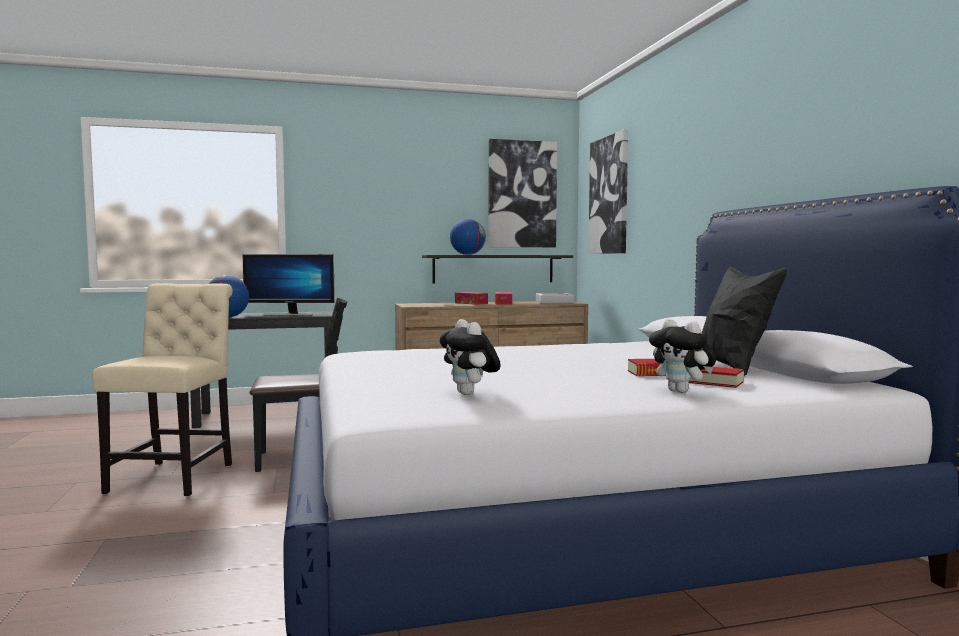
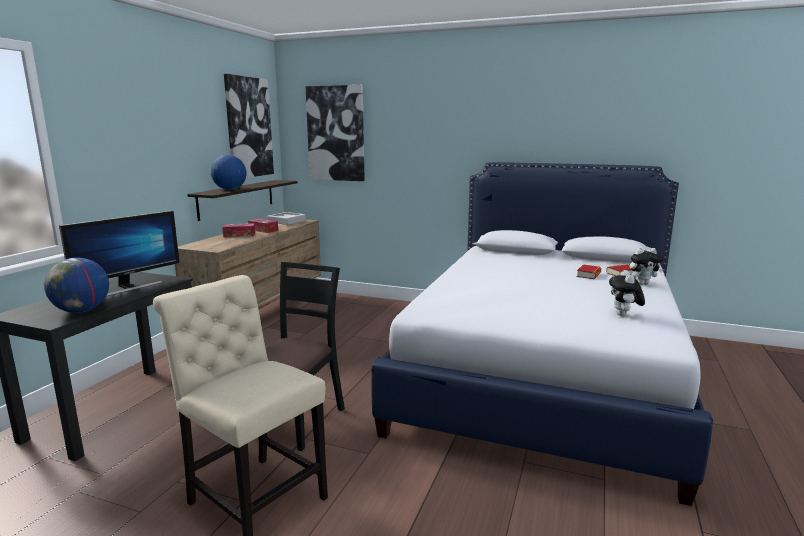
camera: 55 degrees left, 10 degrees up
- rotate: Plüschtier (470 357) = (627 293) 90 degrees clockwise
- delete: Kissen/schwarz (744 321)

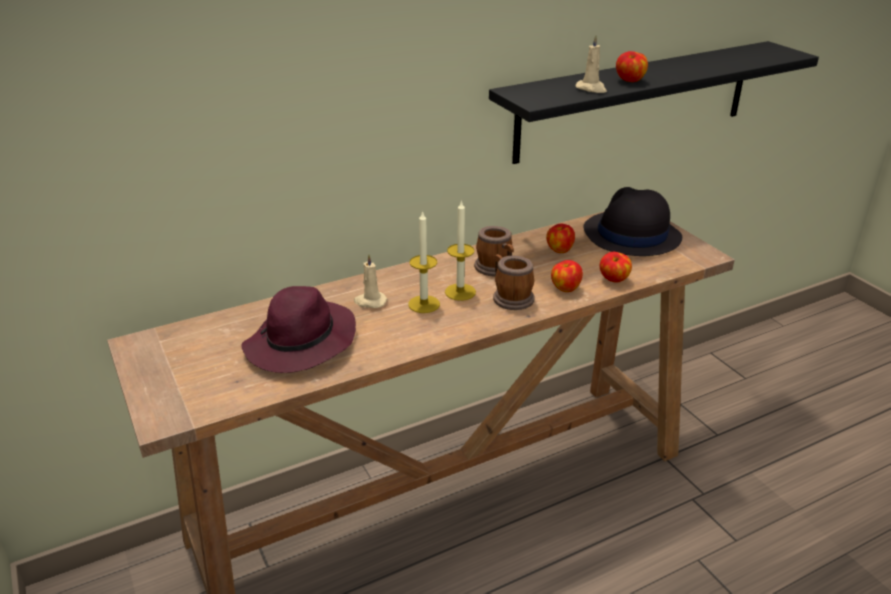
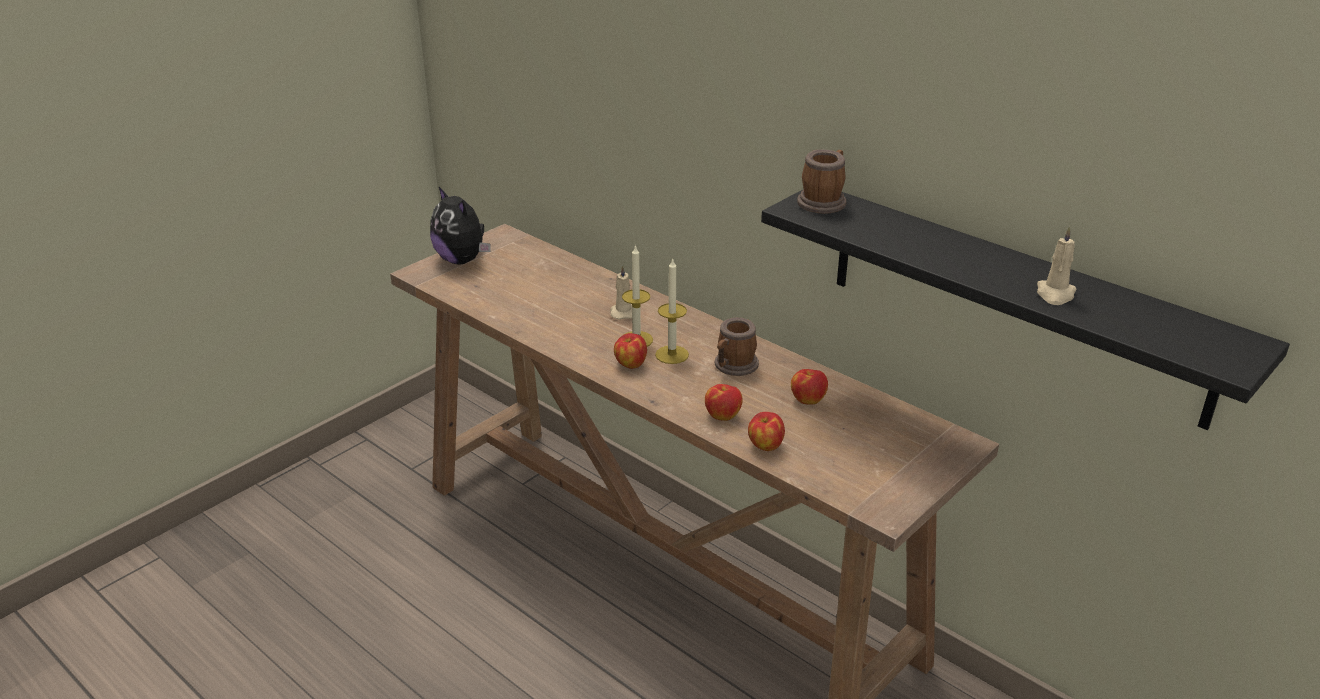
camera: 70 degrees right, 0 degrees up
- insert: Plüschtier (460 225)
- move: Apfel (632 66) to (630 351)
- move: Henkelbecher (514 282) to (821 181)
- move: Kerze/beige (591 64) to (1057 265)
- delete: Hut/lila (298 329)
- delete: Hut/schwarz (632 221)

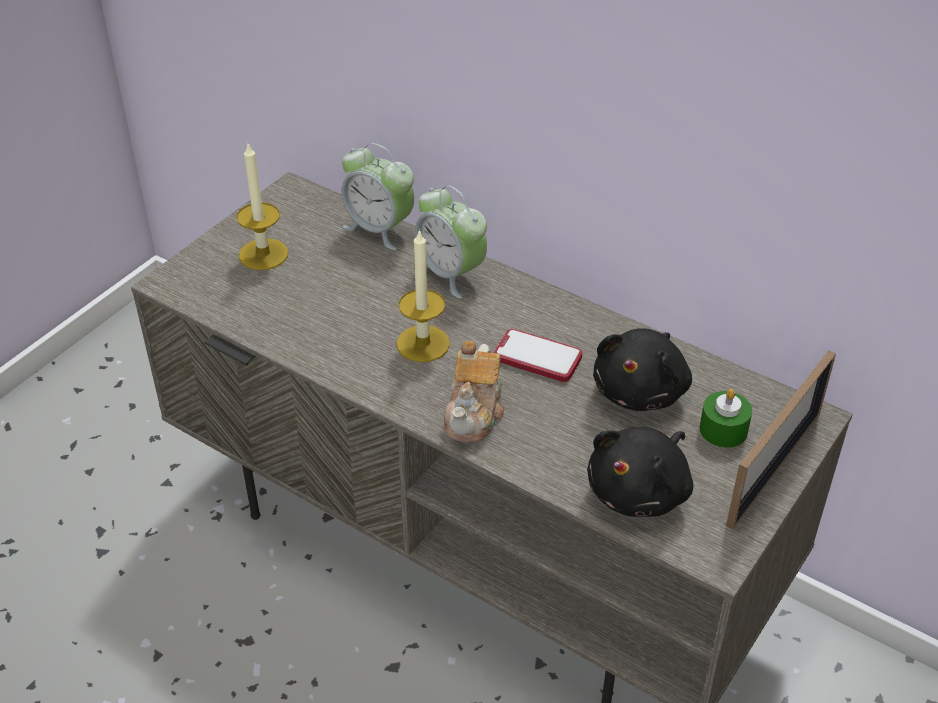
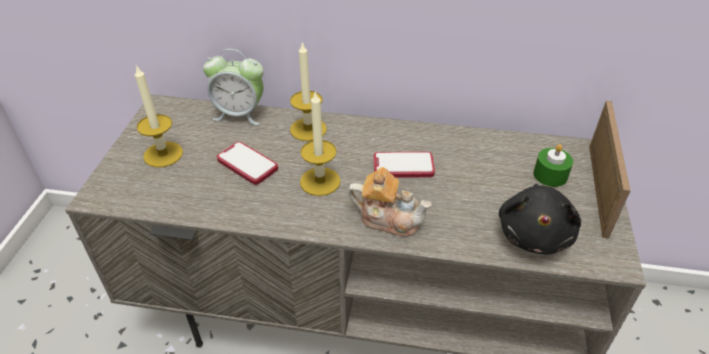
camera: 25 degrees left, 0 degrees up
- insert: Handy (247 163)
- replace: Wecker (451 242) to Kerze (308 91)
- rotate: Teekanne (474 392) = (390 201) 60 degrees counterclockwise
- delete: Plüschtier/schwarz (642 369)

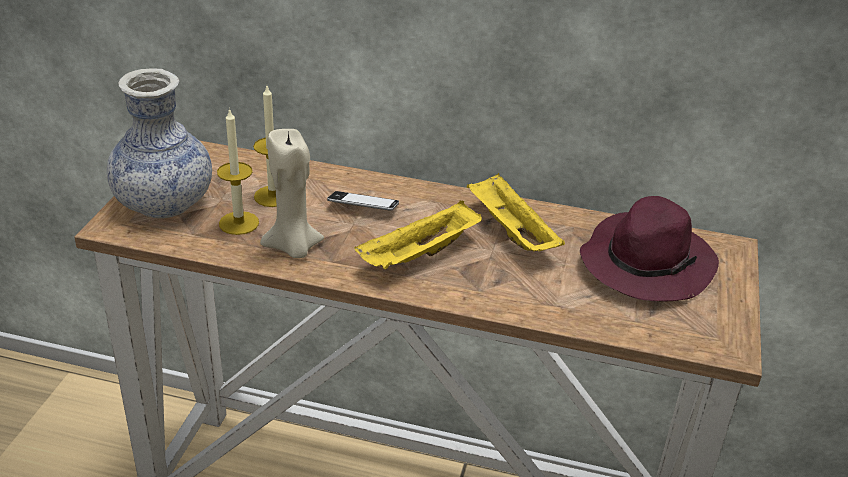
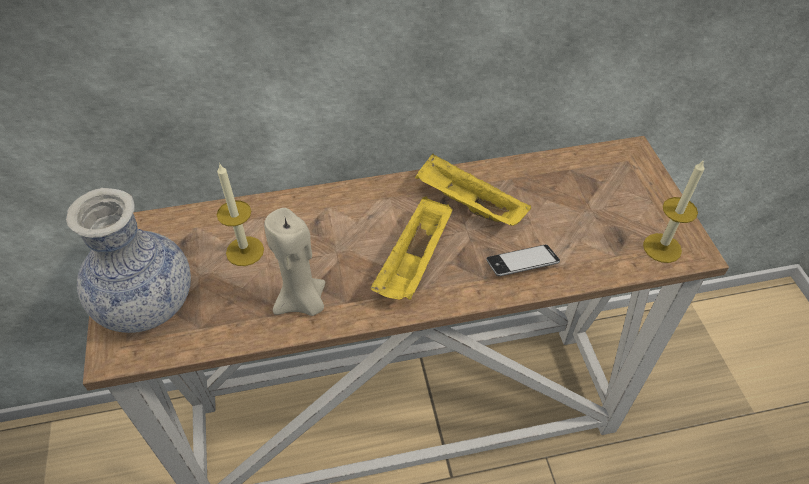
camera: 25 degrees left, 15 degrees up
- move: Handy (363 201) to (523 260)
- move: Kerze (238 171) to (674 211)
- delete: Hut/lila (649 248)

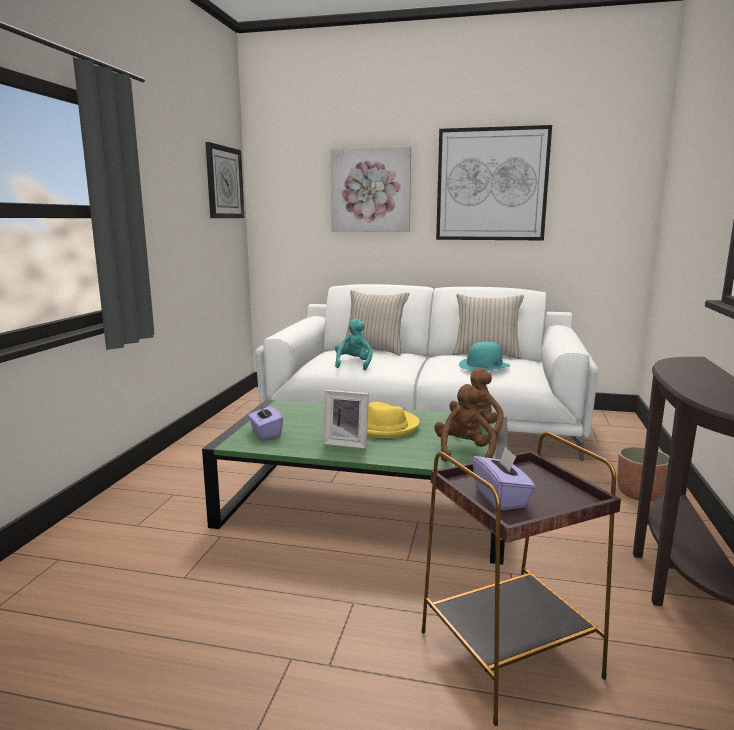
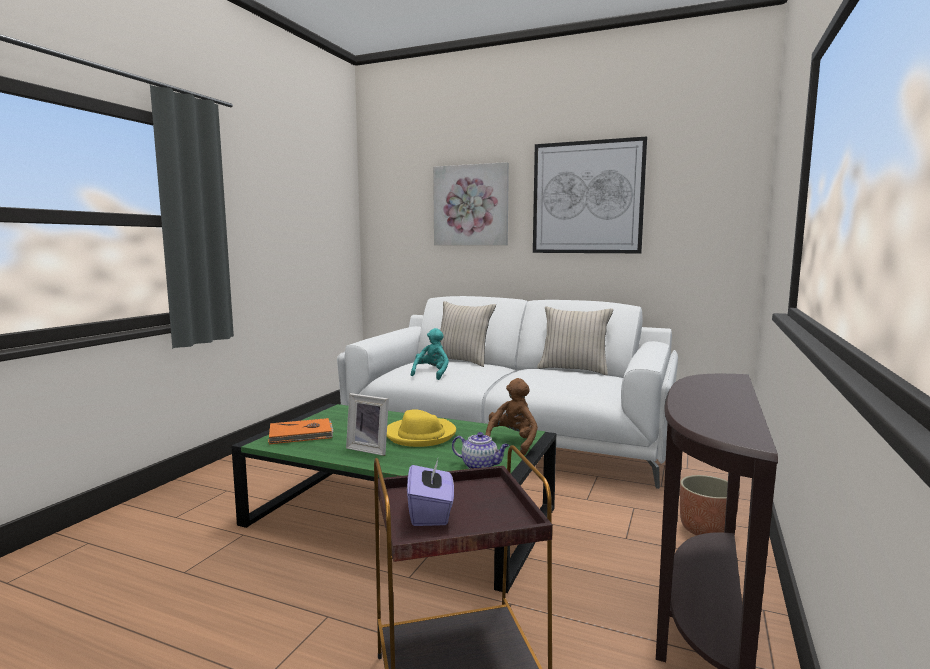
camera: 10 degrees right, 5 degrees down
- replace: Taschentuchbox/lila (265 421) to Buch/orange (300 431)
- replace: Plüschtier/braun (465 423) to Teekanne (480 450)
- delete: Wanduhr (224 180)
- delete: Hut/türkis (484 356)

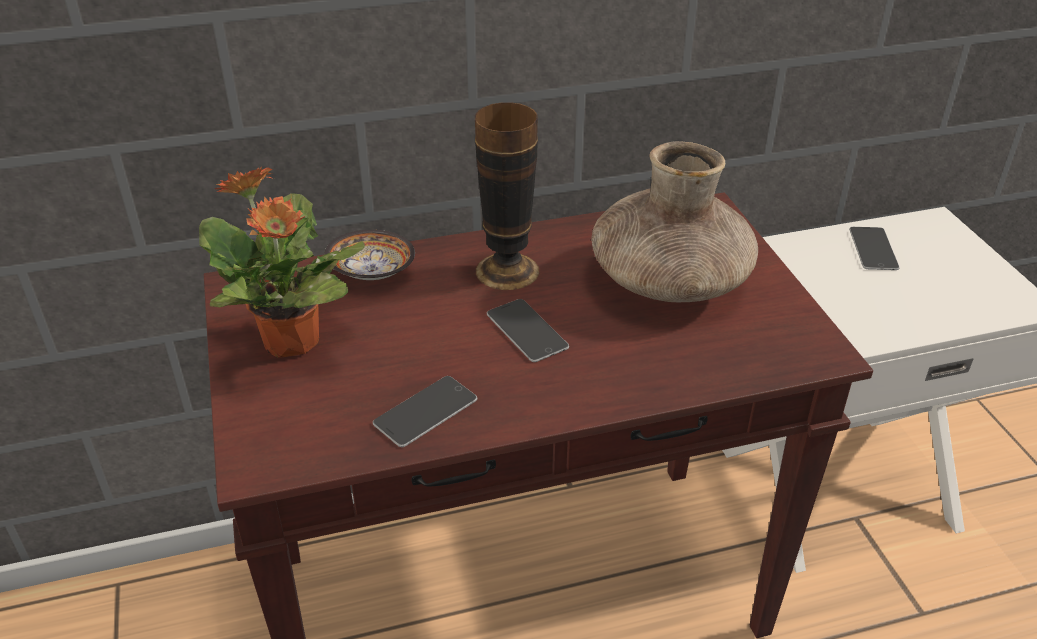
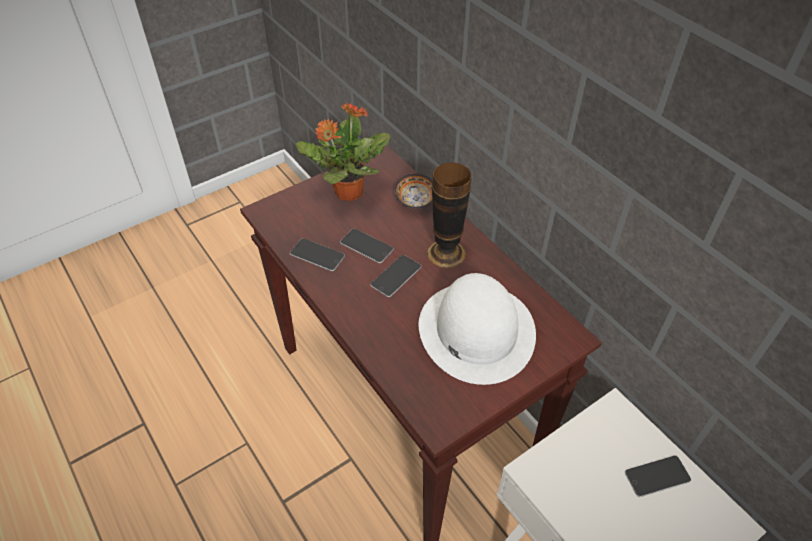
camera: 70 degrees right, 10 degrees up
- insert: Handy (367 246)
- replace: Vase/braun (674 221) to Hut/weiß (477 329)

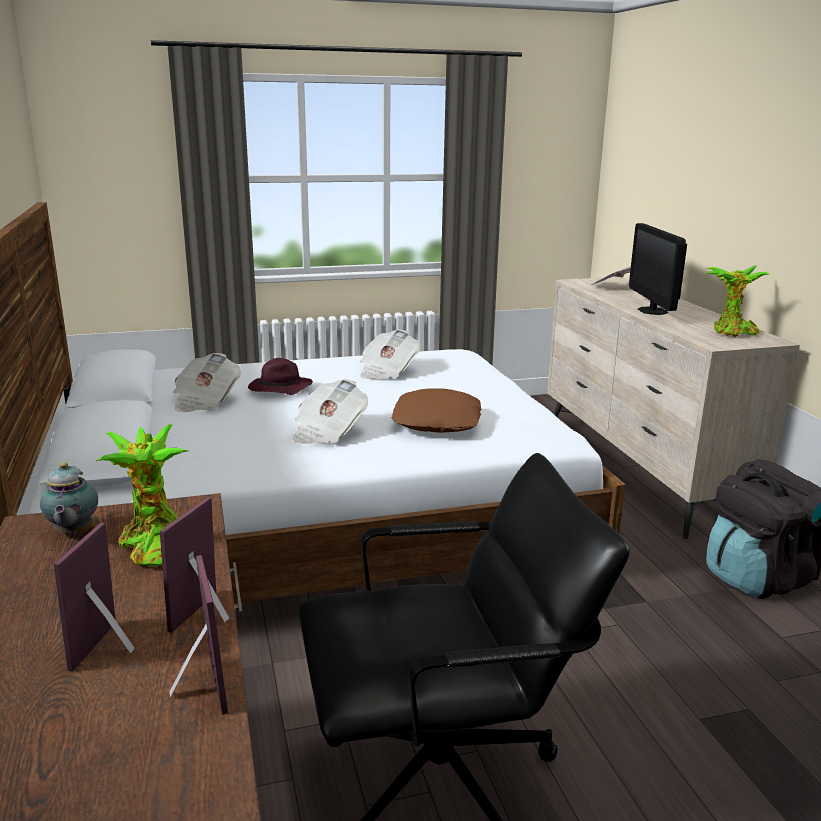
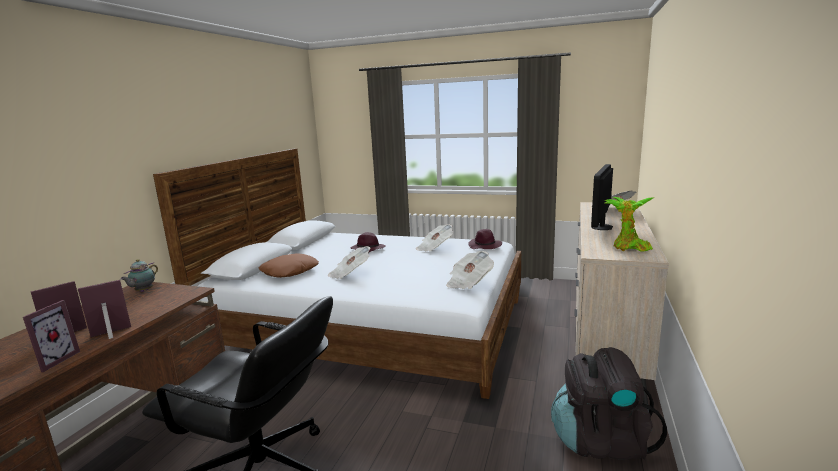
camera: 35 degrees right, 5 degrees down
- move: Kissen/braun (436 410) to (289 265)
- move: Zeitung (207 382) to (470 270)
- insert: Hut/lila (485 239)
- delete: Topfpflanze (142 495)

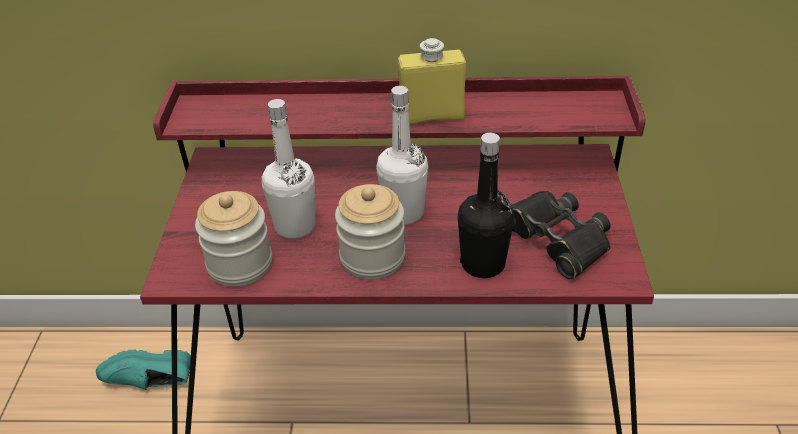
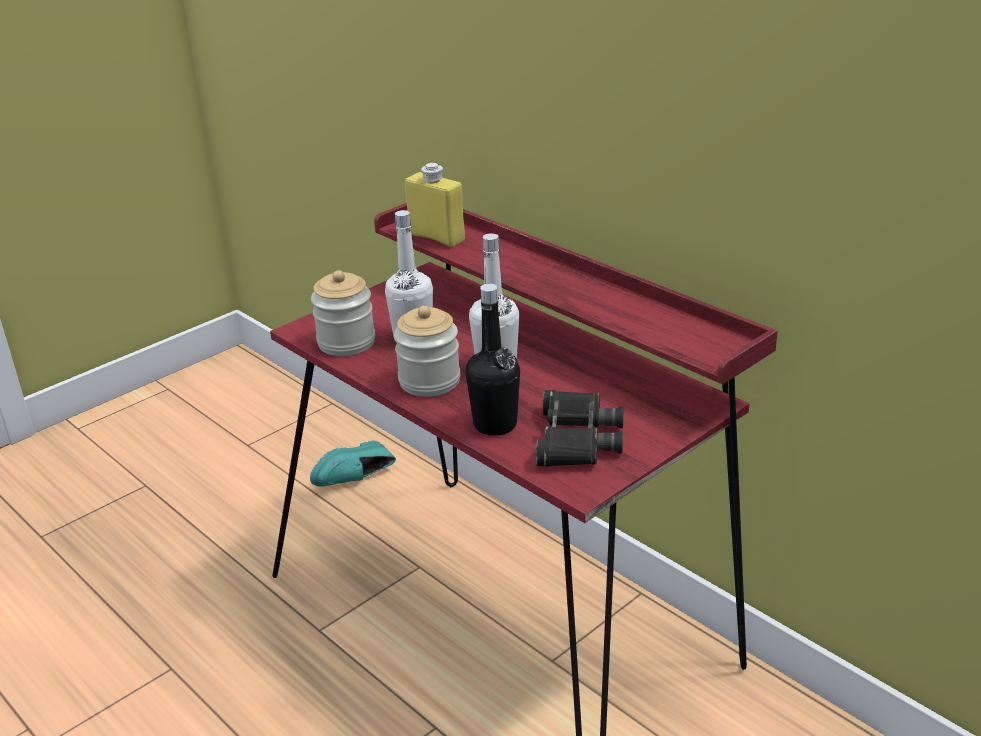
camera: 45 degrees right, 10 degrees down
- rotate: Schuh/türkis (143 369) = (353 464) 75 degrees counterclockwise
- move: Flasche/gelb (432 81) to (435 205)

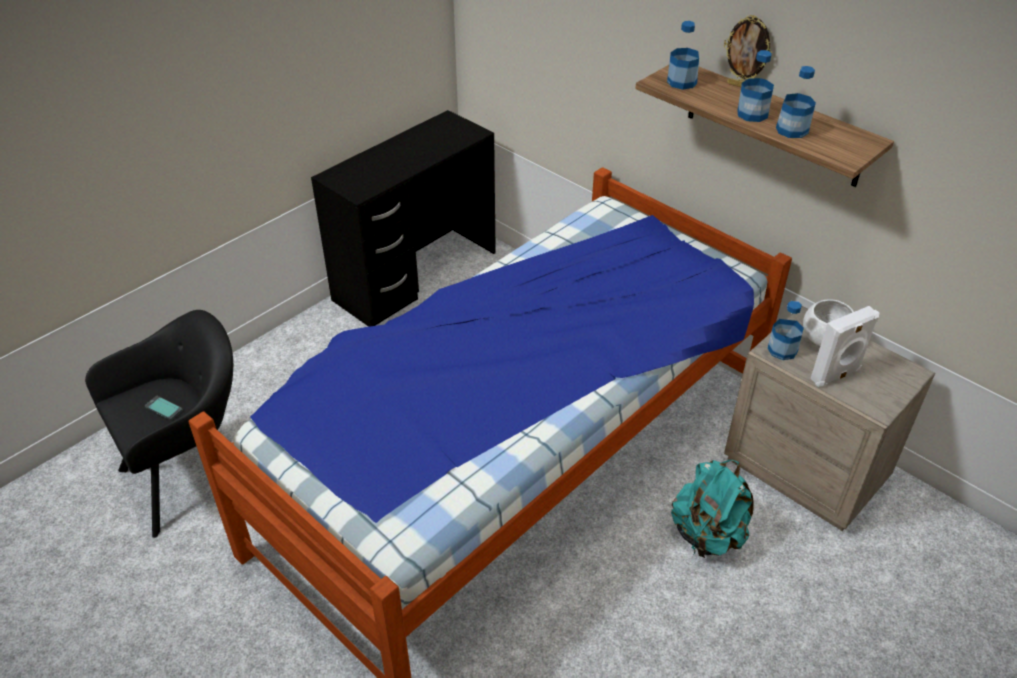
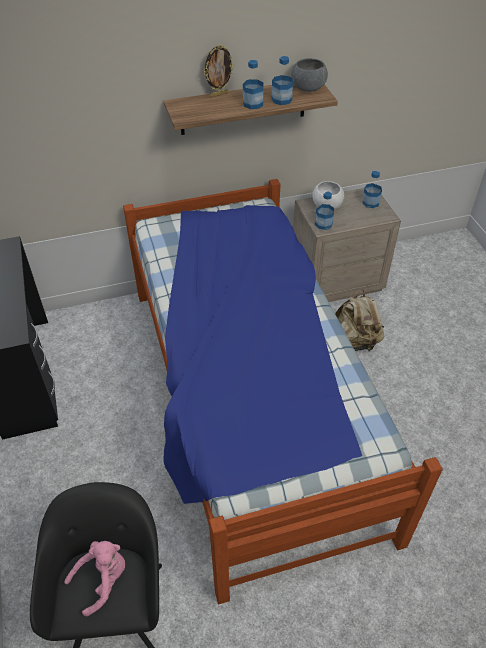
camera: 60 degrees left, 5 degrees up
- replace: Handy (164 408) to Plüschtier/rosa (94 578)
- insert: Schüssel/grau (309 75)
- recolor: Rucksack/türkis (712 509) to Rucksack/beige (359 320)
- move: Flasche (683 55) to (372 189)
- delete: Lautsprecher/weiß (845 346)

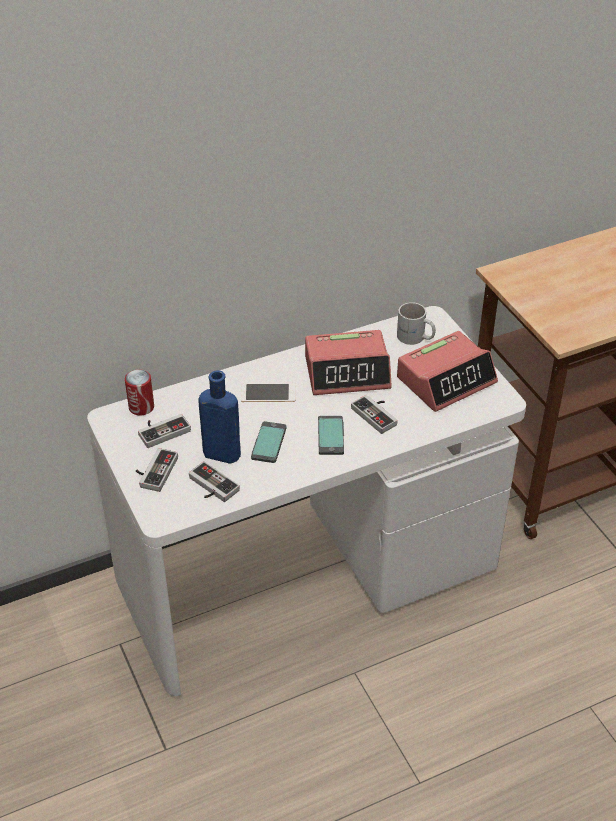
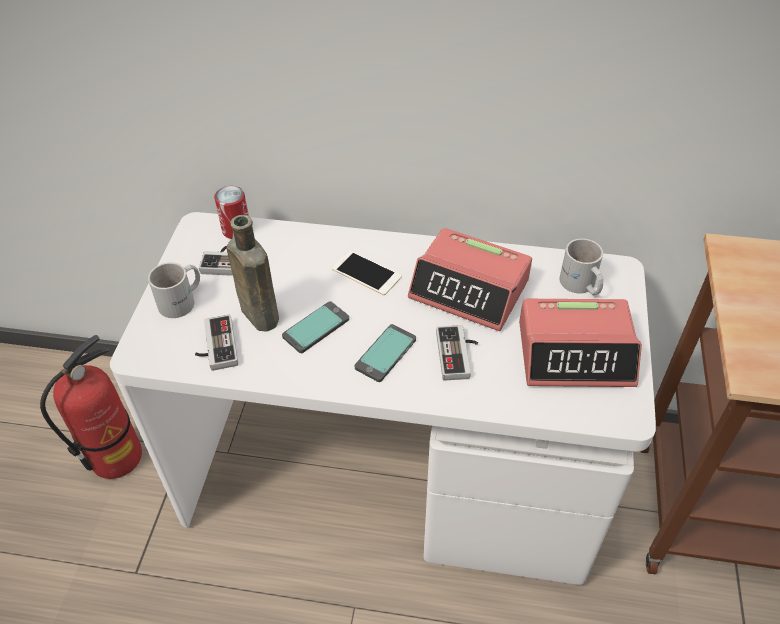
camera: 35 degrees right, 5 degrees up
- insert: Feuerlöscher (91 407)
- replace: Gamepad (157 470) to Henkelbecher/weiß (174 290)
- recolor: Flasche/blau (219 417) to Flasche/braun (253 273)

